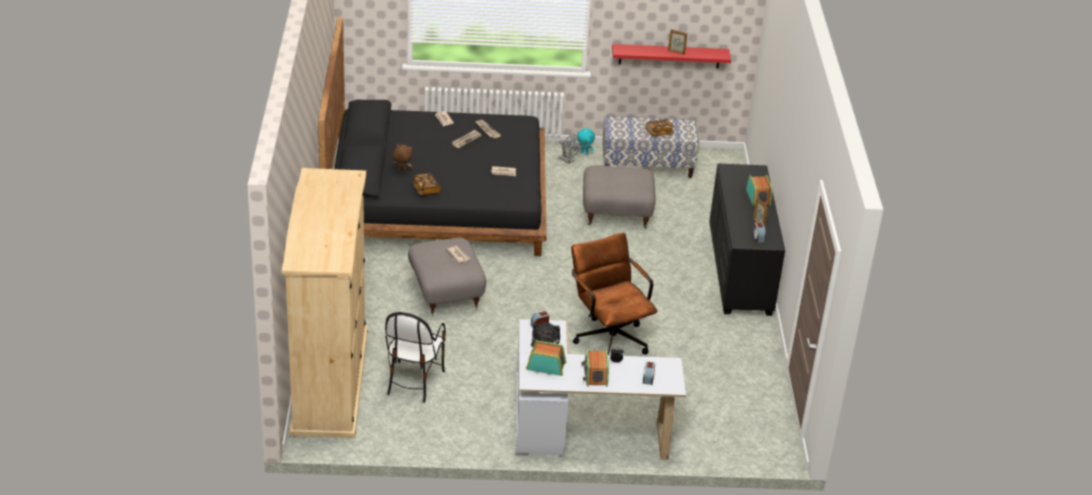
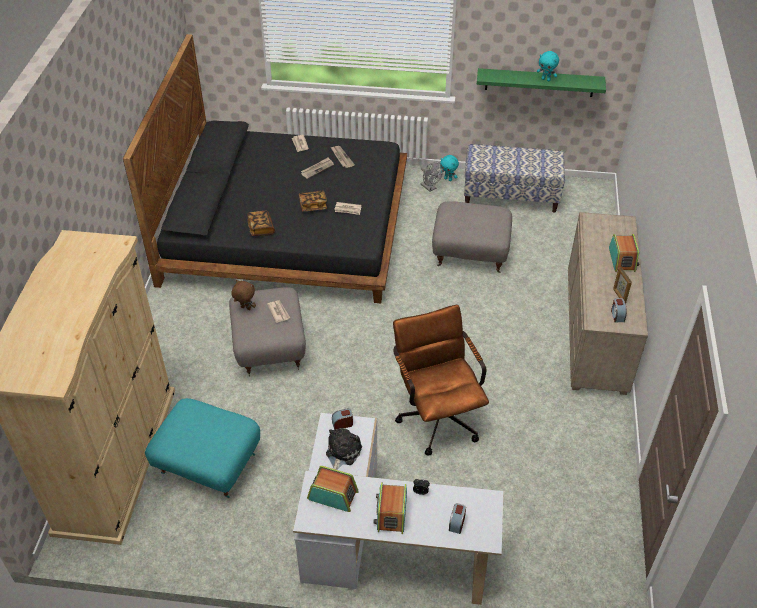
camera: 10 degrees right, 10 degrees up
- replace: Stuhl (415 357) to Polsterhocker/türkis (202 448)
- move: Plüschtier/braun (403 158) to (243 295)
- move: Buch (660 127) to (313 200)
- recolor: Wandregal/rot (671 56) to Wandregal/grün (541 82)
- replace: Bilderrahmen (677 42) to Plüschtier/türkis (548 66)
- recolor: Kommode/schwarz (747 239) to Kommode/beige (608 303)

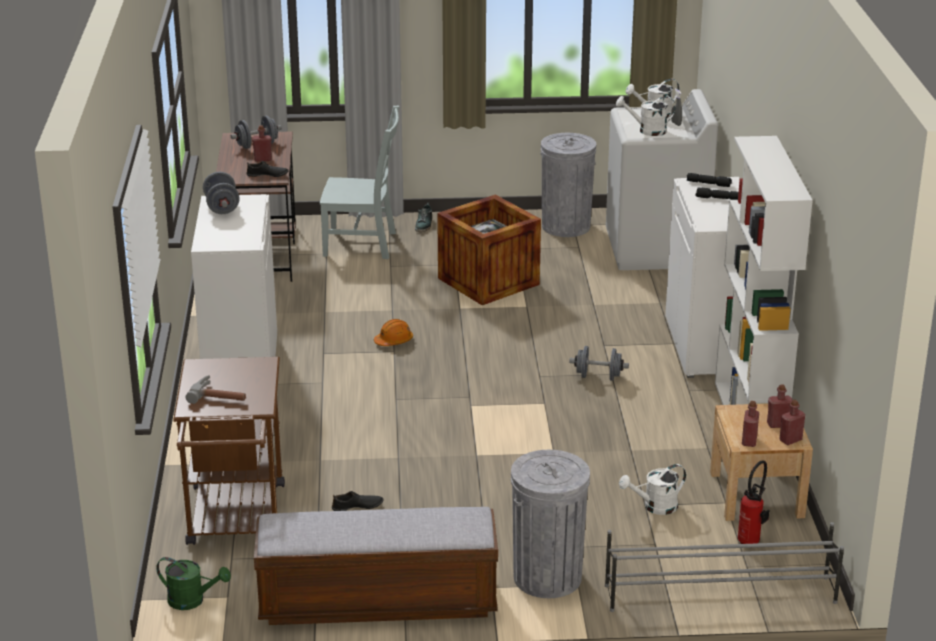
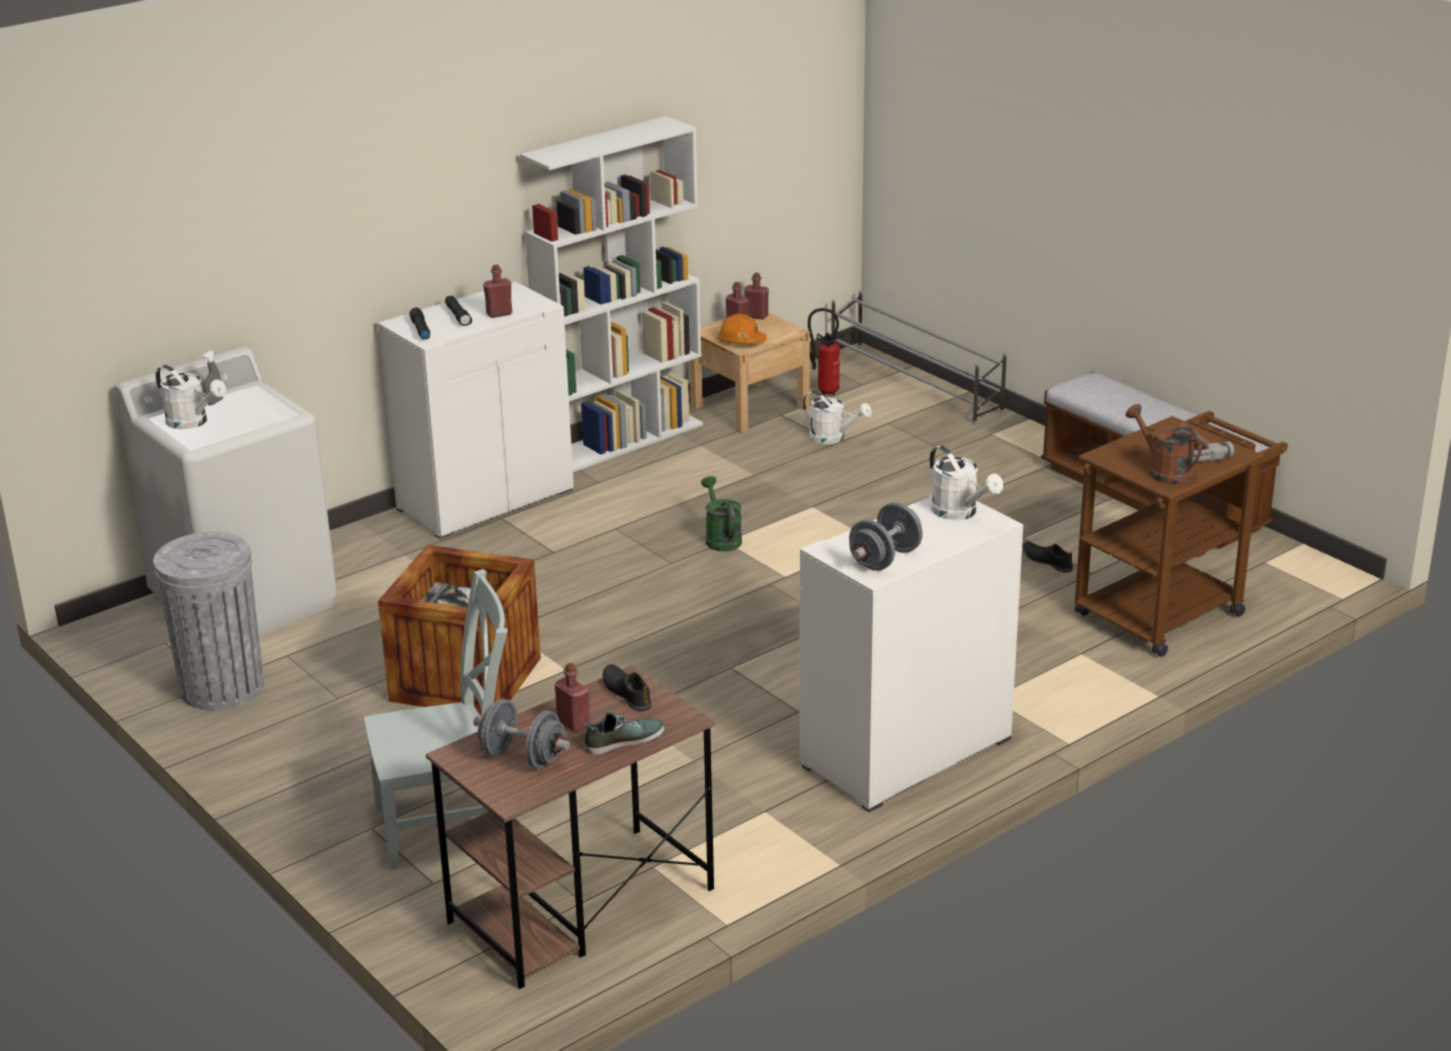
camera: 125 degrees left, 0 degrees up
- rotate: Stuhl/grau (359 182) = (436 719) 105 degrees clockwise
- move: Flasche/rot (750 424) to (497 291)
- move: Schuh (423 217) to (623 733)
- move: Gießkanne/grün (193 583) to (721 513)
- move: Schutzhelm/orange (393 332) to (742 329)
- move: Gießkanne/weiß (645 116) to (966 482)
- insert: Gießkanne/braun (1164 444)
- delete: Mülleimer/grau (550 524)
- delete: Hantel/grau (599 363)

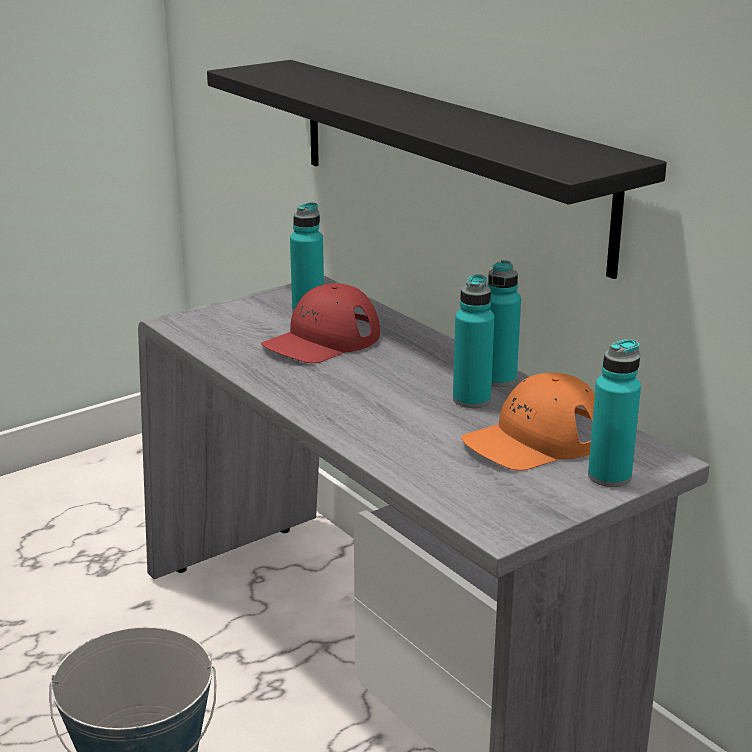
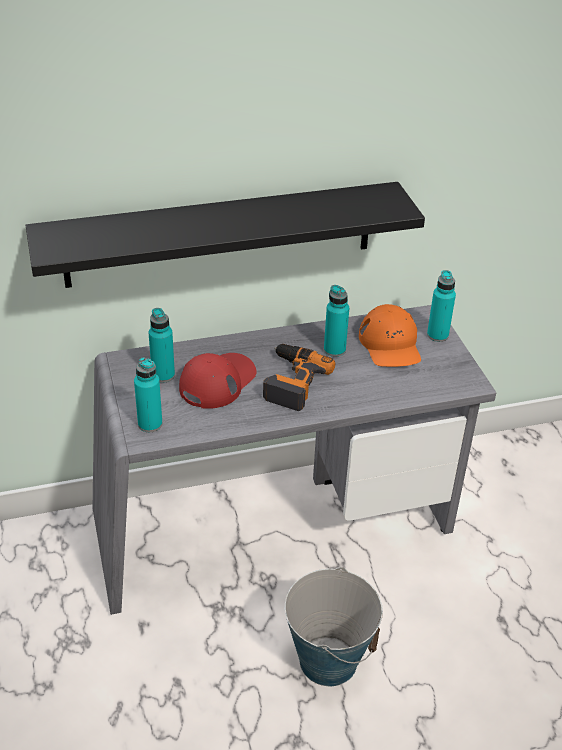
camera: 70 degrees left, 15 degrees up
- move: Flasche/türkis (504 323) to (148 394)
- rotate: Kappe/rot (320 323) = (218 381) 120 degrees counterclockwise
- insert: Bohrmaschine (299 377)

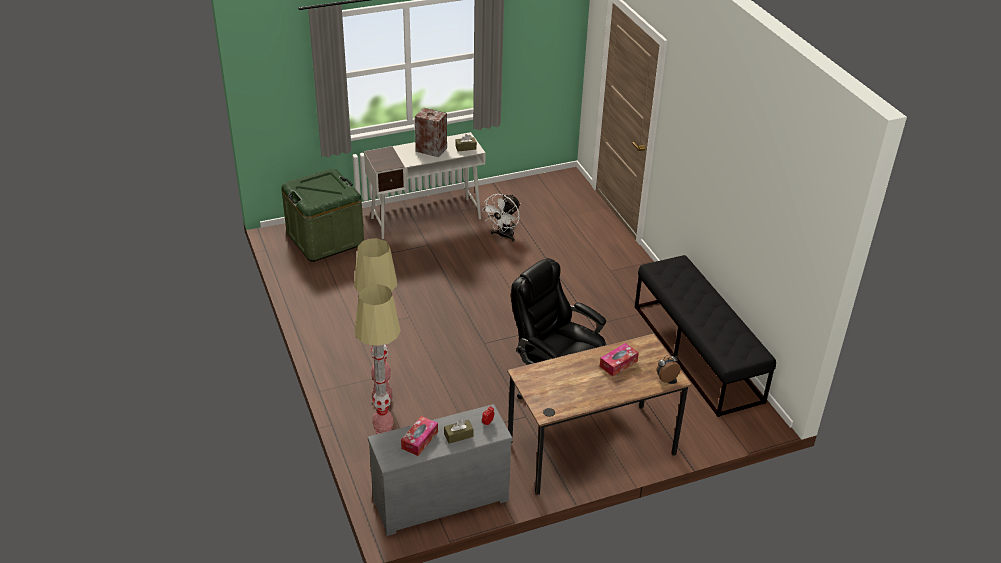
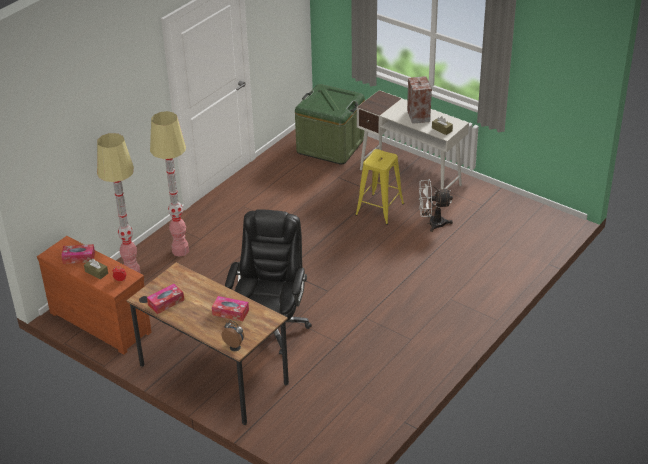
camera: 60 degrees right, 0 degrees up
- recolor: Kommode/grau (440 470) to Kommode/braun (94 295)
- insert: Taschentuchbox (165 299)
- insert: Hocker/gelb (379 187)
- delete: Bank/schwarz (705 336)

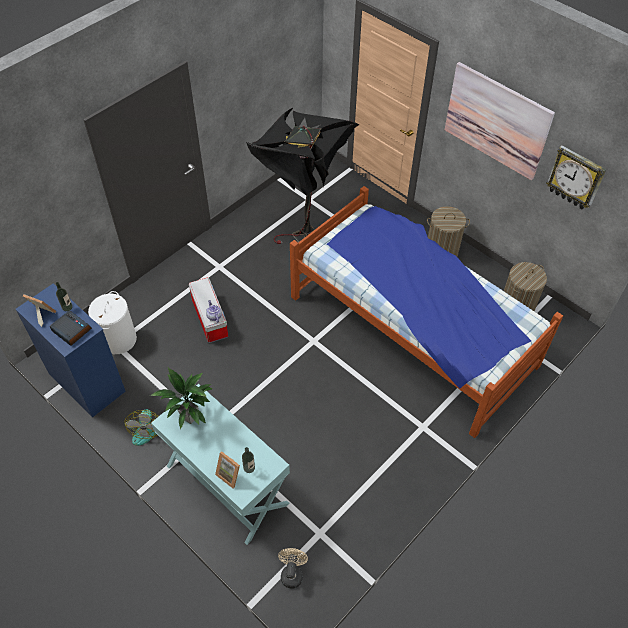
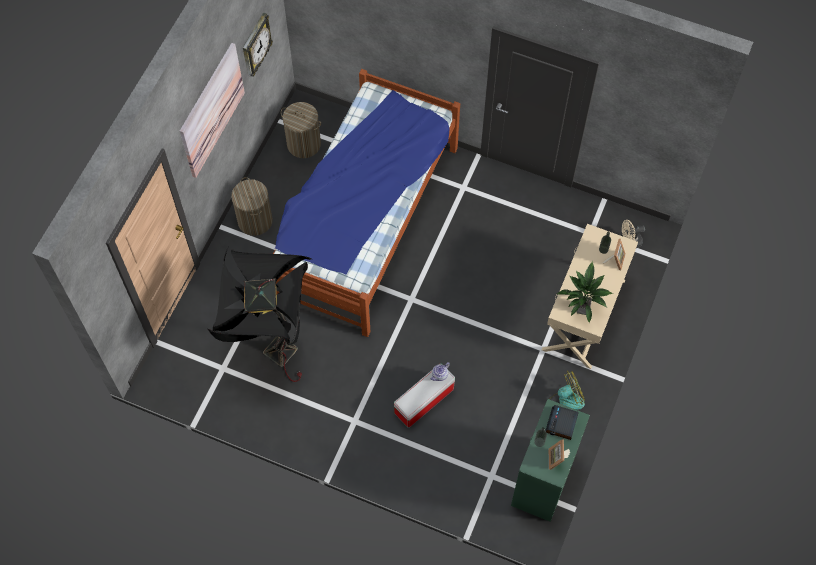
camera: 110 degrees left, 10 degrees up
- recolor: Kommode/blau (71 350) to Kommode/grün (550 460)
- recolor: Konsolentisch/türkis (220 464) to Konsolentisch/beige (590 296)
- delete: Wäschekorb/weiß (112 322)

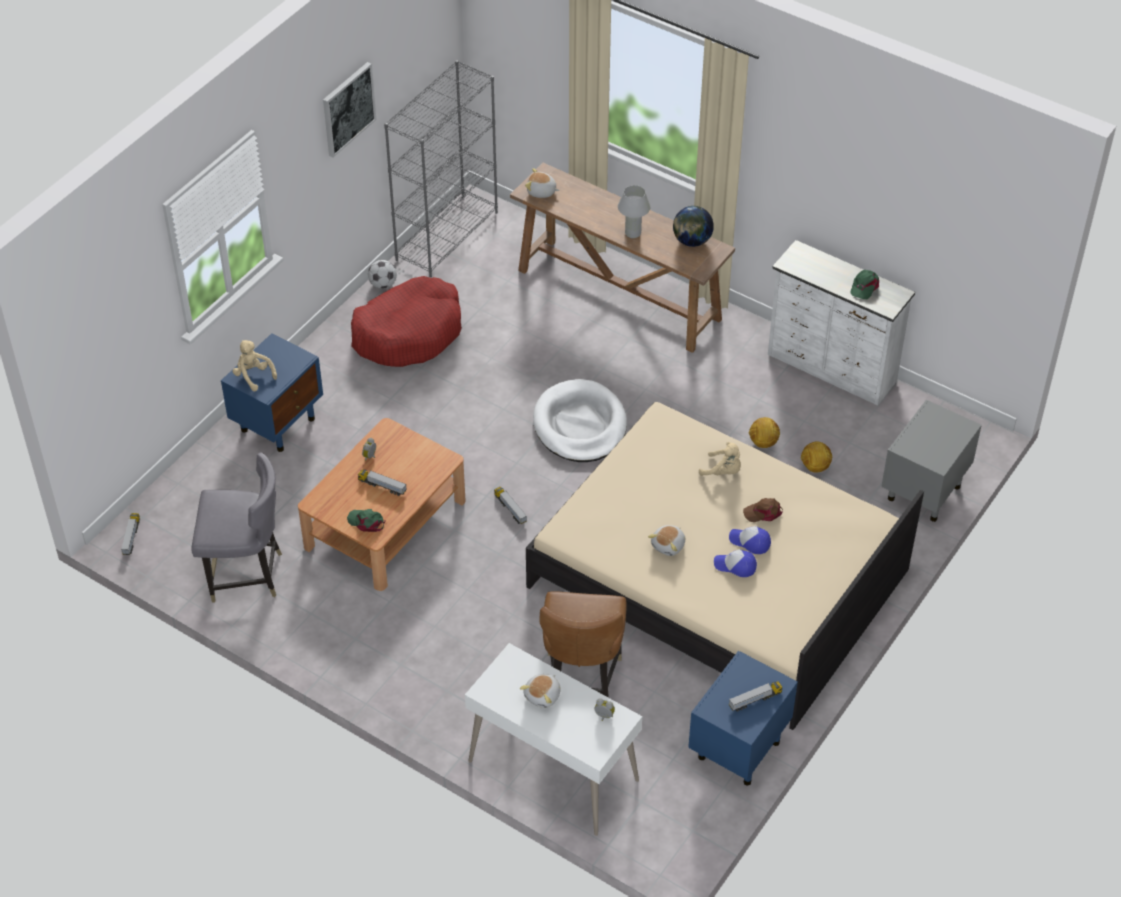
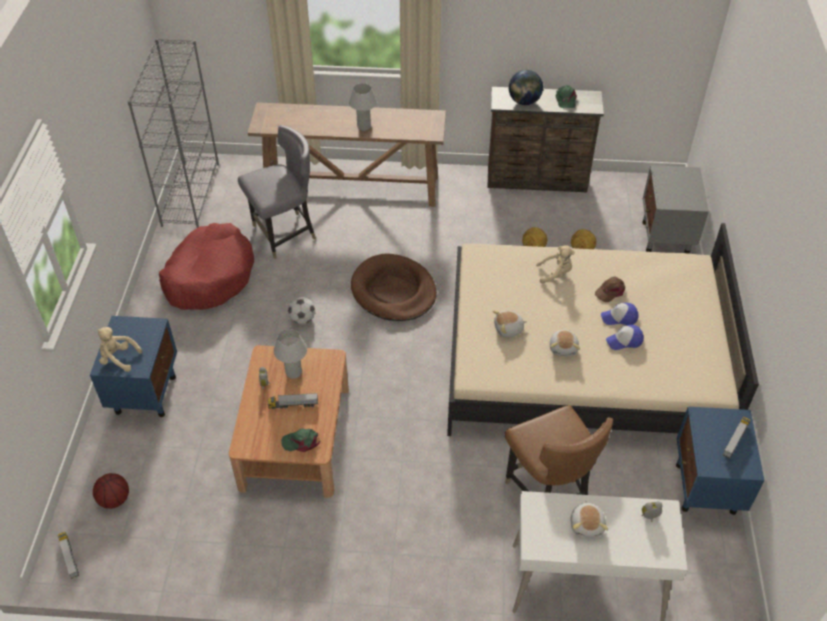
camera: 30 degrees left, 0 degrees up
- insert: Basketball (111 491)
- move: Stuhl/grau (237 527) to (277 192)
- insert: Tischlampe/weiß (290 354)
- move: Fußball (382 274) to (301 310)
- recolor: Hundebett/weiß (580 420) to Hundebett/braun (394 287)
- recolor: Kommode/weiß (841 323) to Kommode/braun (545 140)
- move: Plüschtier (542 183) to (510 323)
- move: Globus (693 226) to (526 87)
- delete: Bild (349 109)
- delete: Spielzeuglaster (510 505)

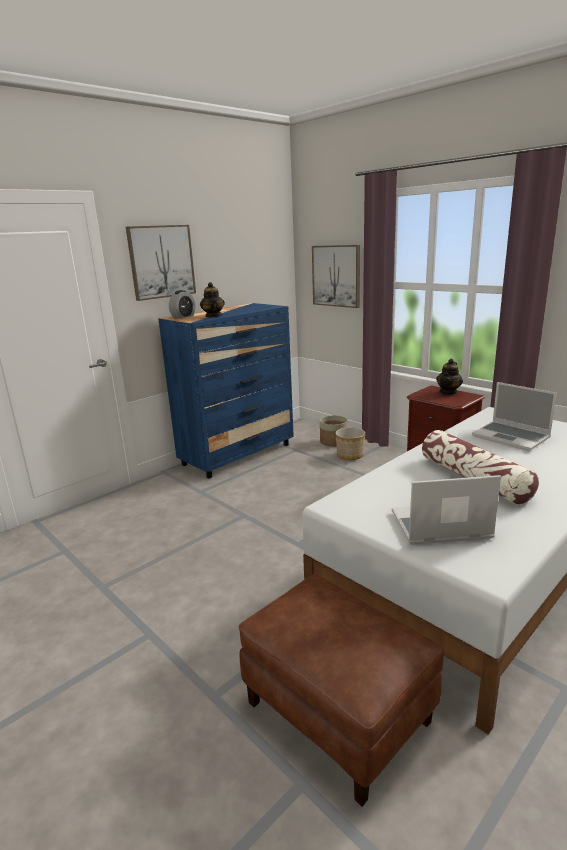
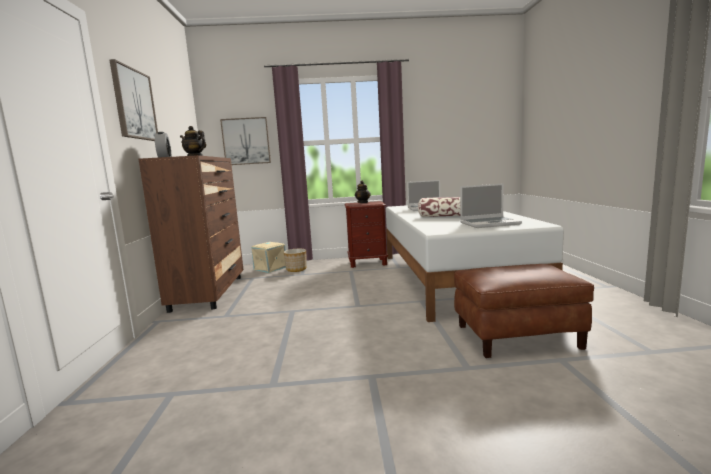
camera: 50 degrees left, 10 degrees down
- recolor: Kommode/blau (226 390) to Kommode/braun (191 234)
- replace: Pflanzkübel (334 431) to Aufbewahrungsbox/beige (268 257)
- rotate: Laptop (446 510) = (491 205) 135 degrees counterclockwise

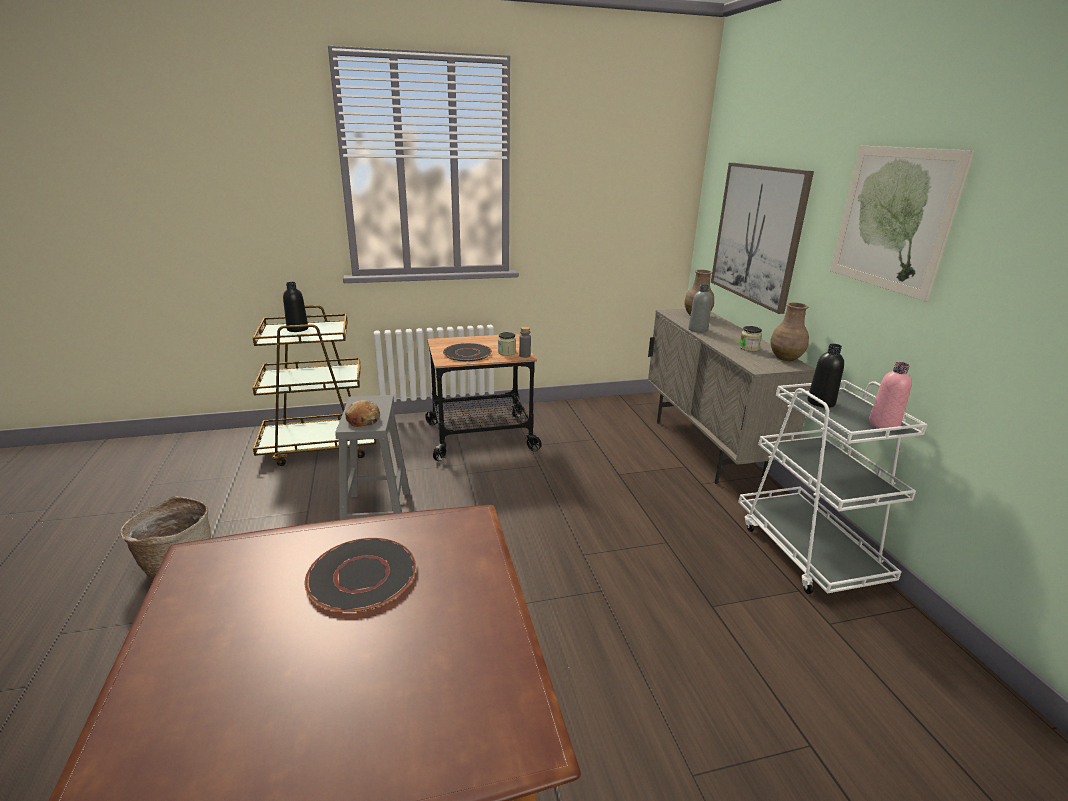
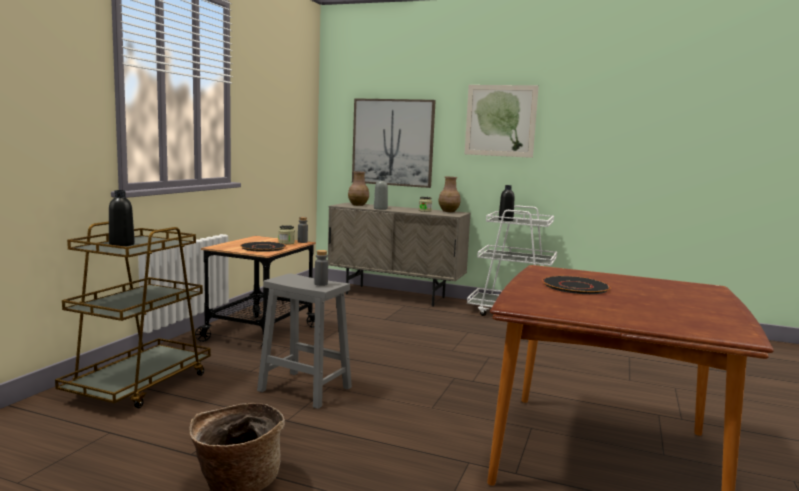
camera: 55 degrees left, 15 degrees down
- replace: Brot (362 413) to Flasche/grau (321 268)
- delete: Flasche/rosa (890 396)

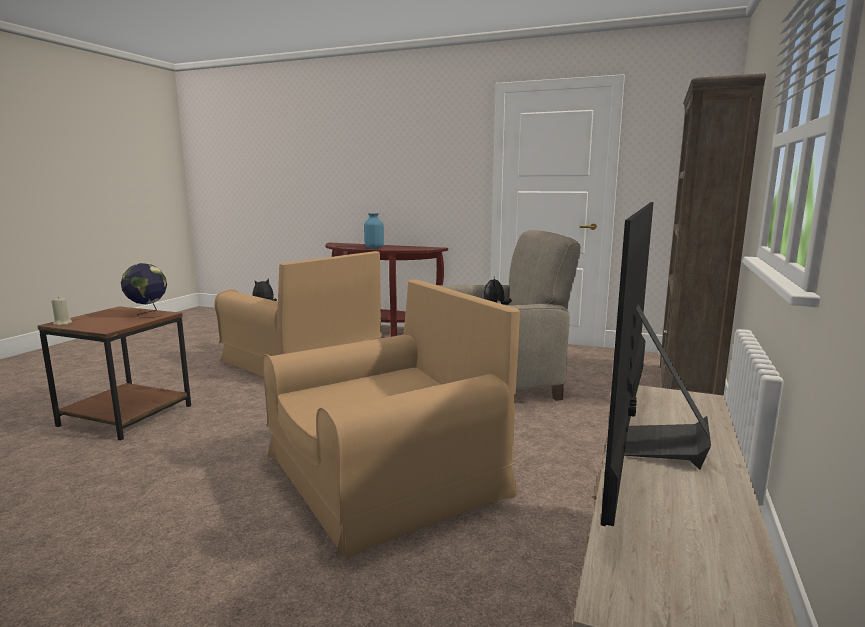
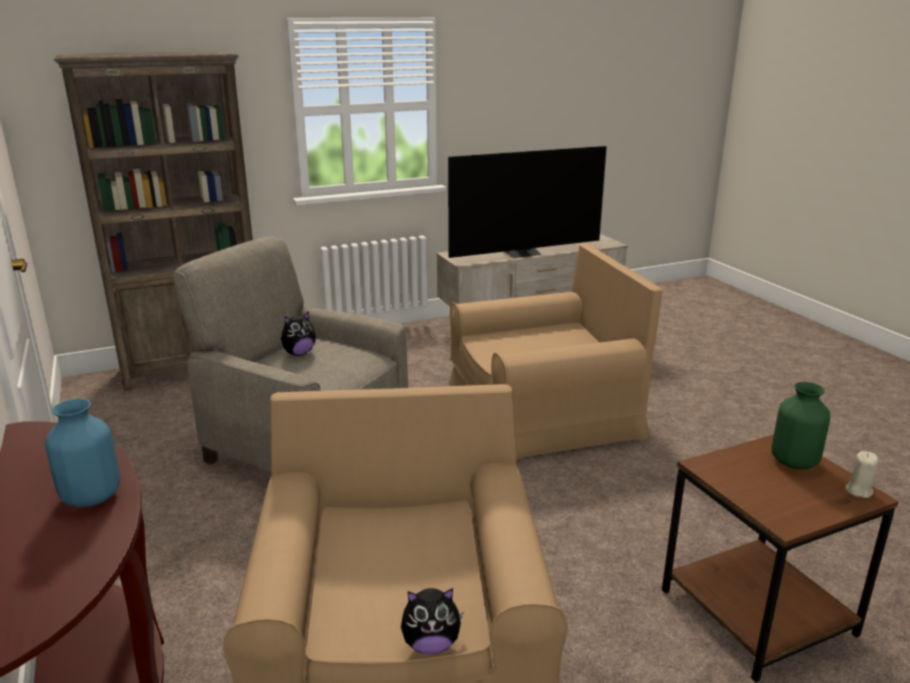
camera: 135 degrees left, 10 degrees up
- rotate: Sessel/braun (391 421) = (556 351) 150 degrees clockwise
- insert: Vase/grün (801 425)
- delete: Globus (144 290)

